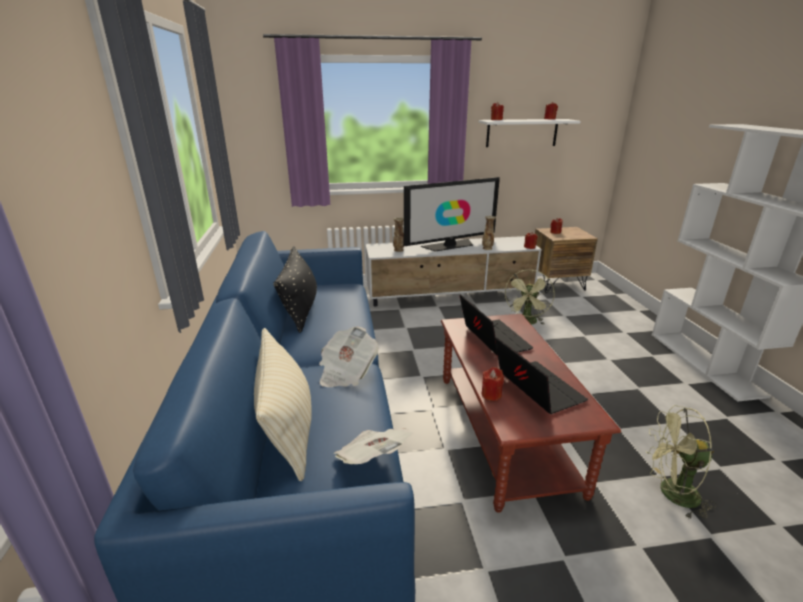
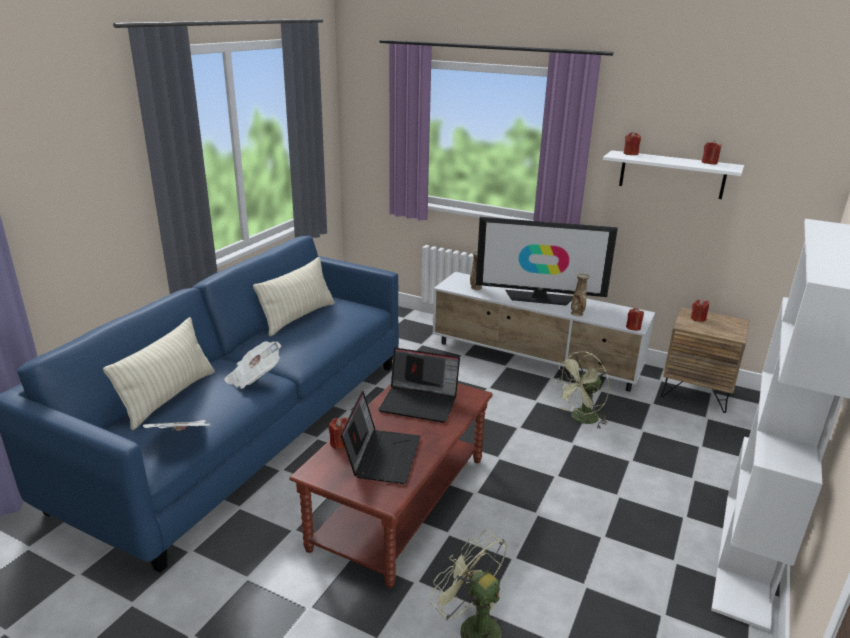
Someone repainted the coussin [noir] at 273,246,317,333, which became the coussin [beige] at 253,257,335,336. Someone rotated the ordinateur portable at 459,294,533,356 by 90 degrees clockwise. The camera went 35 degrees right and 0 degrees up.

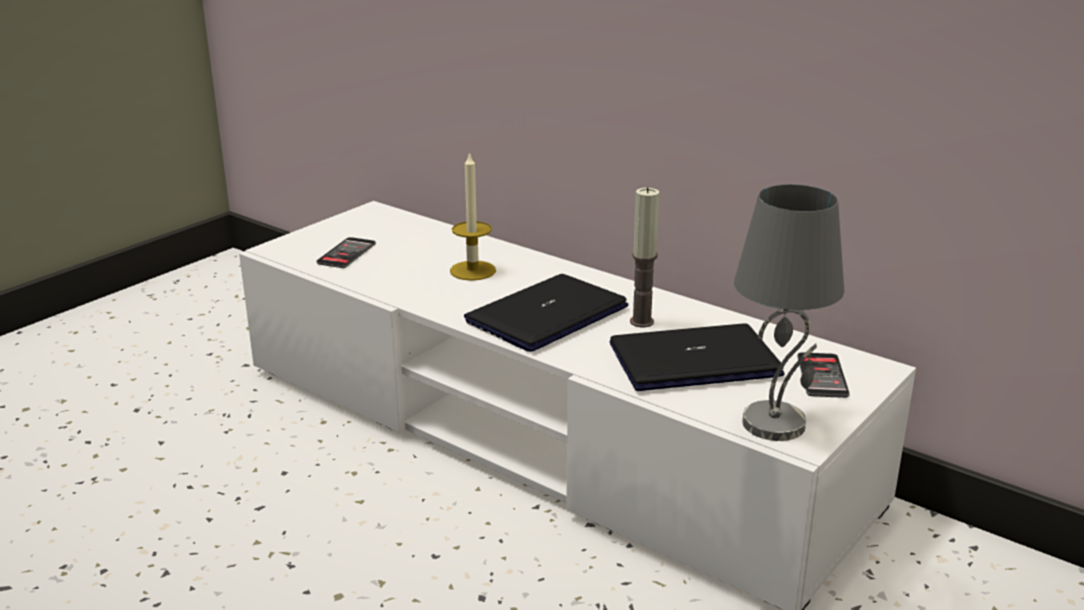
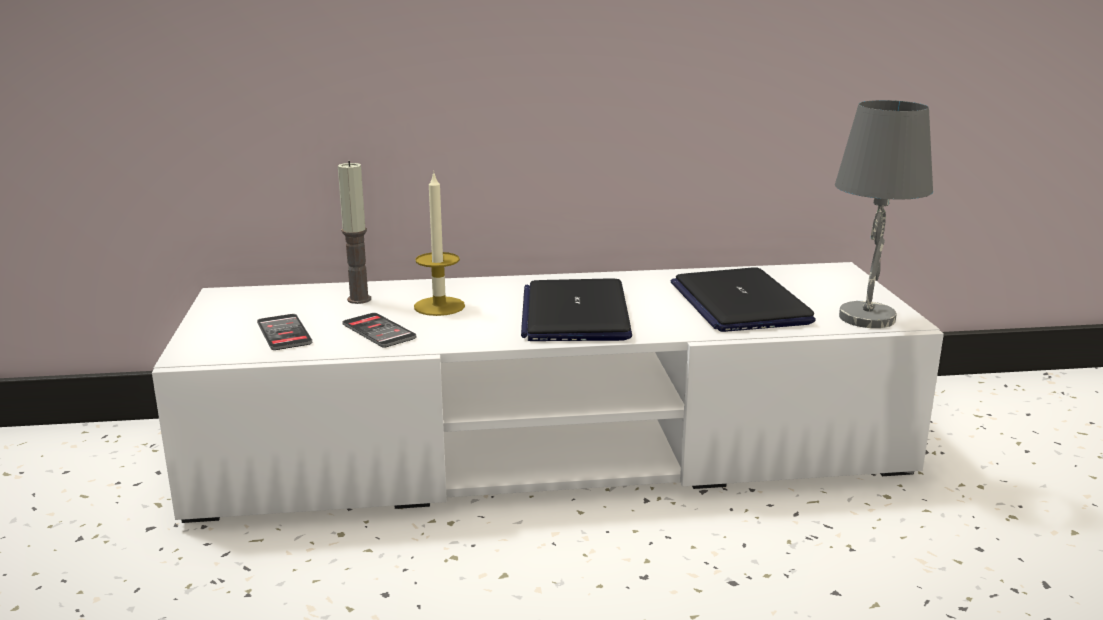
Someone carried the bougie from 630,187,659,327 to 338,161,371,304. Someone rotated the ordinateur portable at 610,324,785,391 by 45 degrees counterclockwise. Someone carried the téléphone from 797,352,850,398 to 342,313,416,348. The camera went 45 degrees left and 5 degrees down.

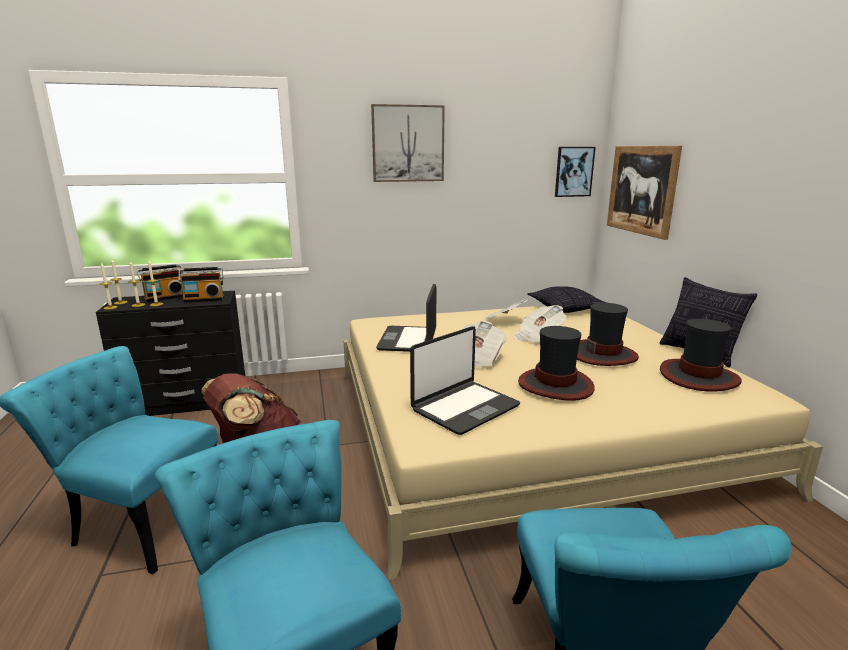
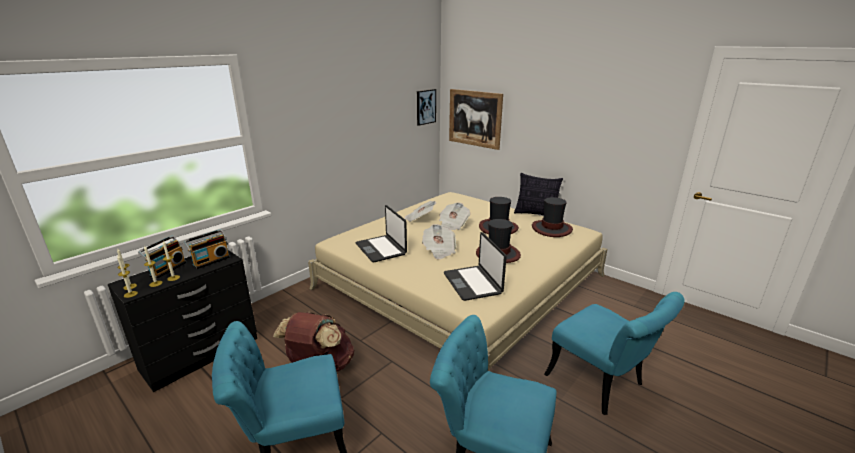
Someone took away the tableau at 371,104,445,182. Someone took away the coussin at 527,286,607,313. Someone rotated the ordinateur portable at 410,326,520,435 by 150 degrees clockwise. The camera went 35 degrees left and 5 degrees up.

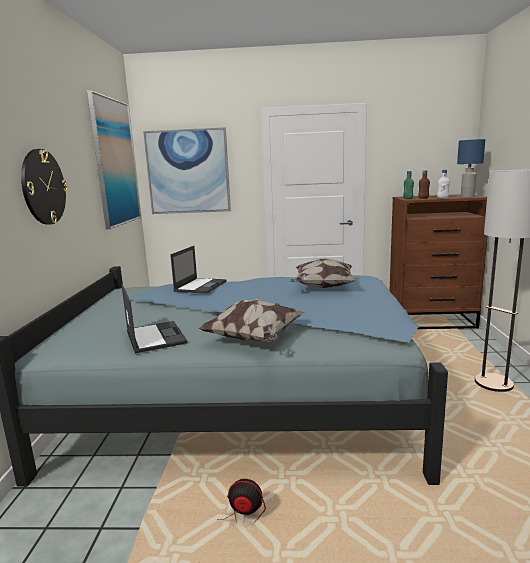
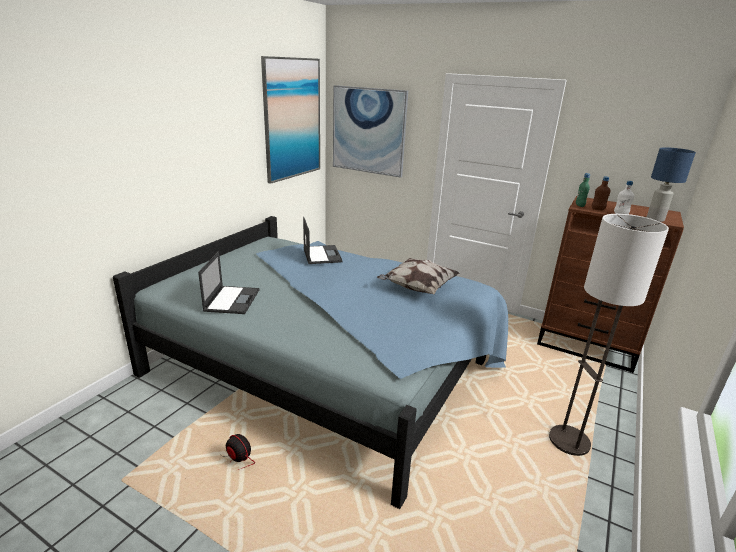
Someone took away the horloge murale at 21,149,68,225. Someone rotated the ordinateur portable at 170,246,227,294 by 60 degrees counterclockwise. Someone took away the coussin at 198,299,305,342. The camera went 25 degrees right and 10 degrees up.

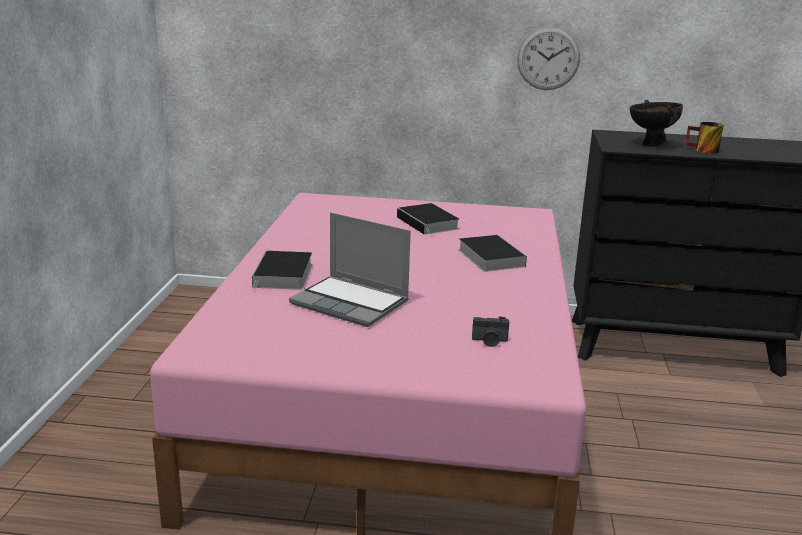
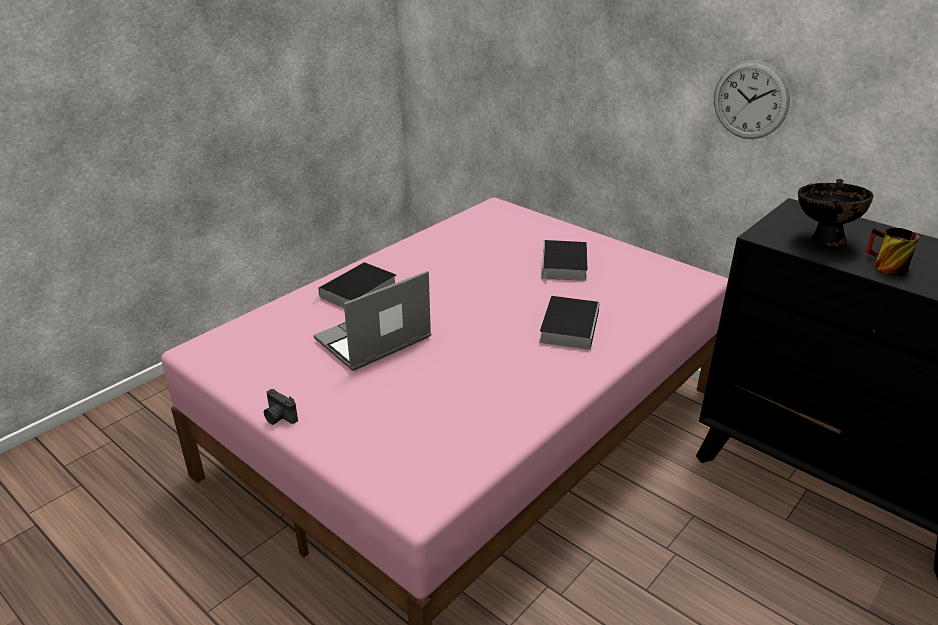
Someone rotated the ordinateur portable at 289,212,411,327 by 75 degrees clockwise. Someone carried the appareil photo from 472,316,509,347 to 264,389,298,425. The camera went 35 degrees right and 10 degrees up.

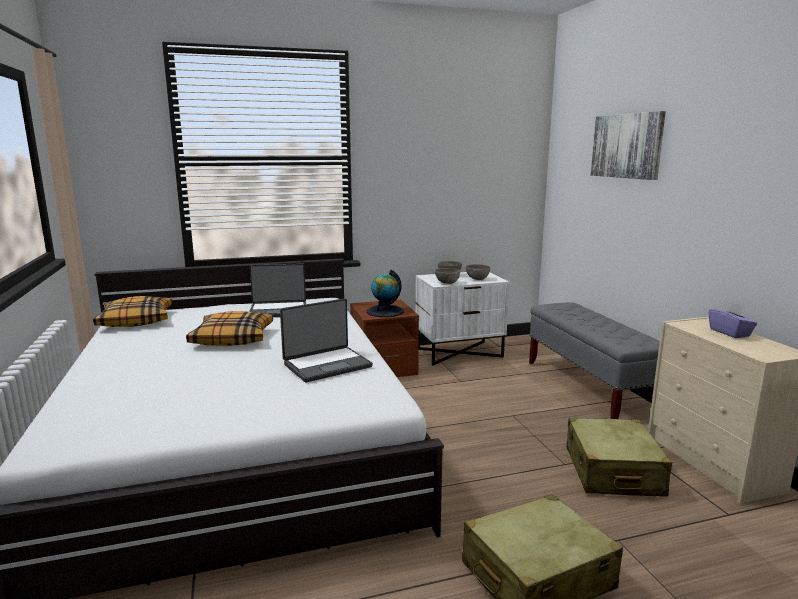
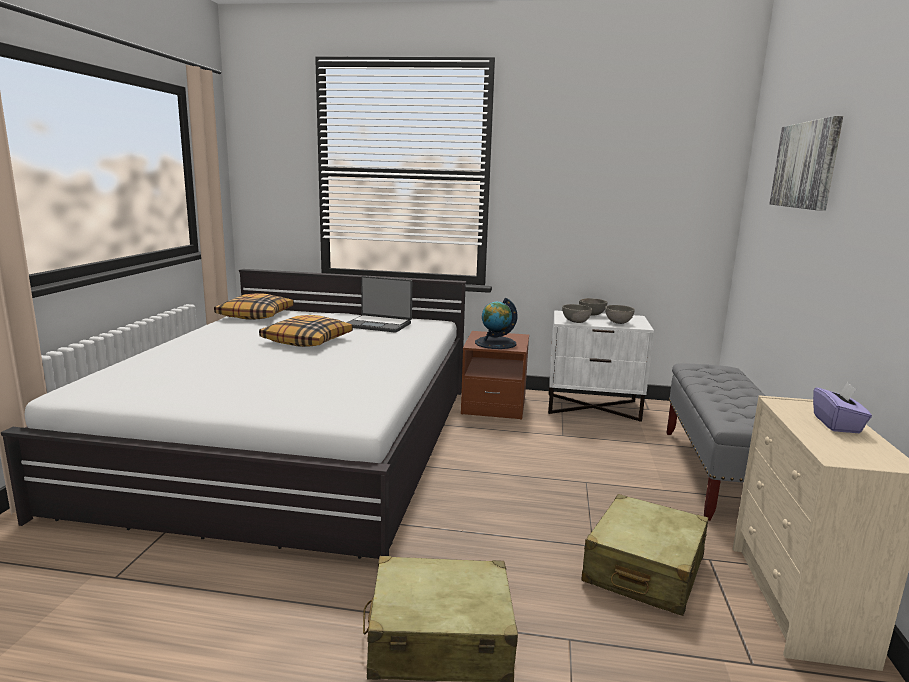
Someone took away the ordinateur portable at 280,298,373,382. The camera went 25 degrees right and 0 degrees up.

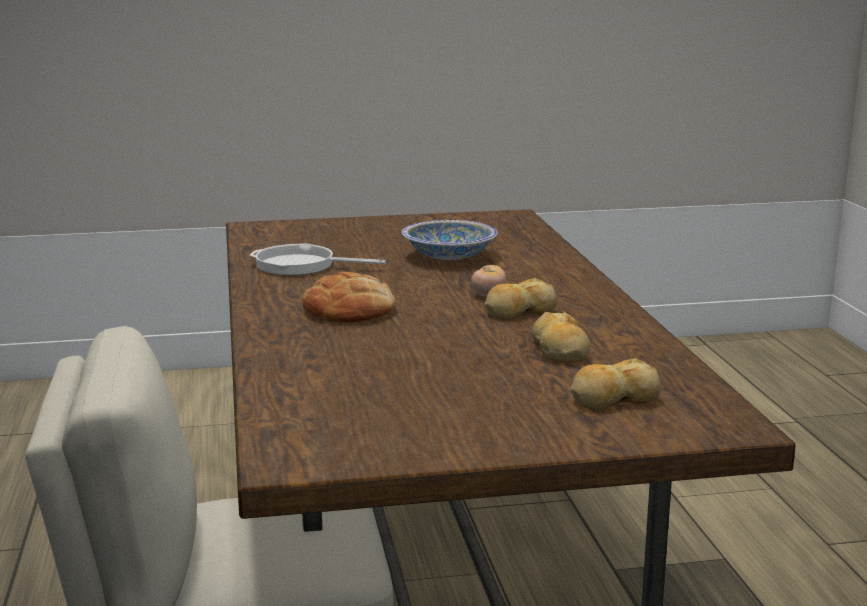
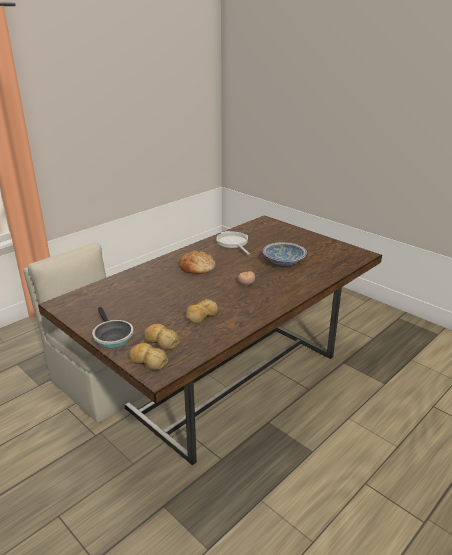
Someone carried the pain from 485,278,557,319 to 129,343,168,370. Someone put down the poêle at 92,307,134,348. The camera went 55 degrees right and 10 degrees up.

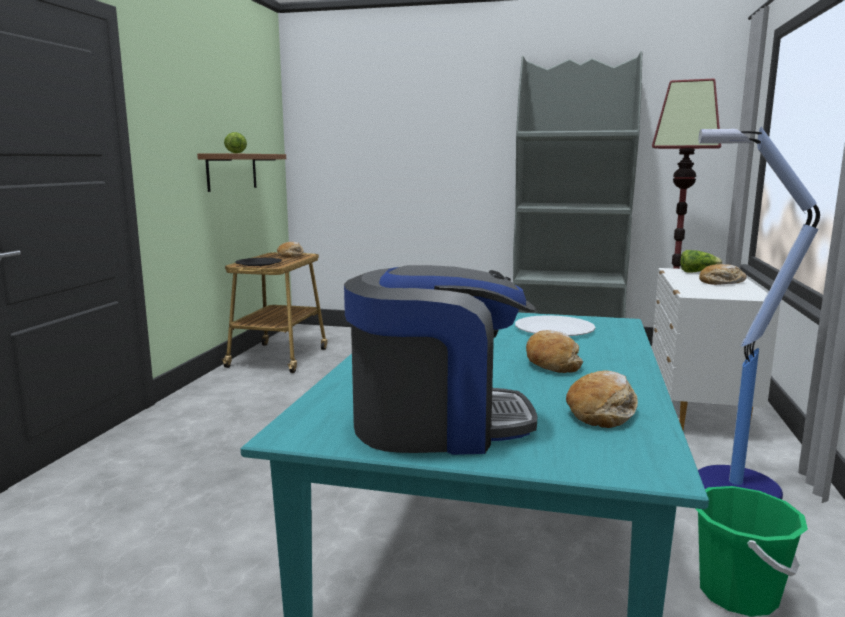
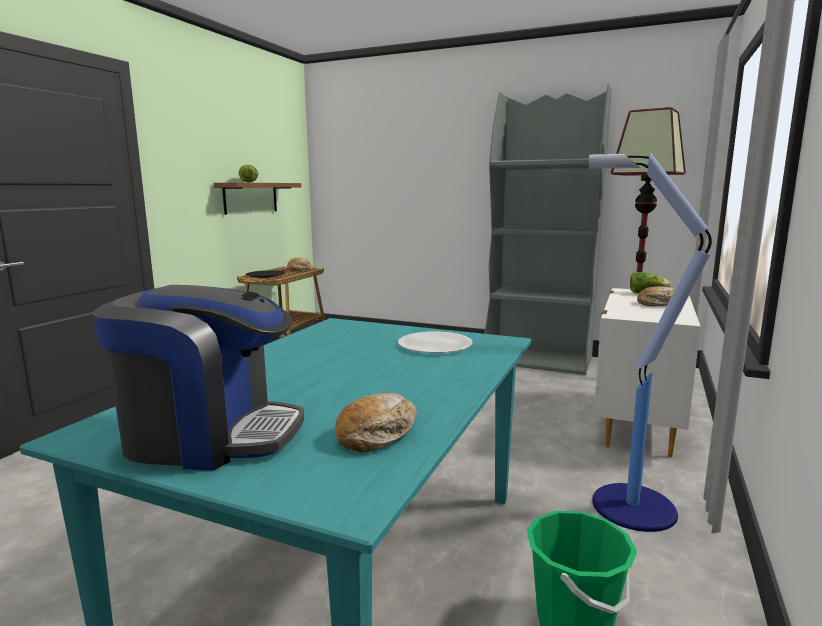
Someone took away the pain at 526,330,583,373. The camera went 10 degrees right and 0 degrees up.

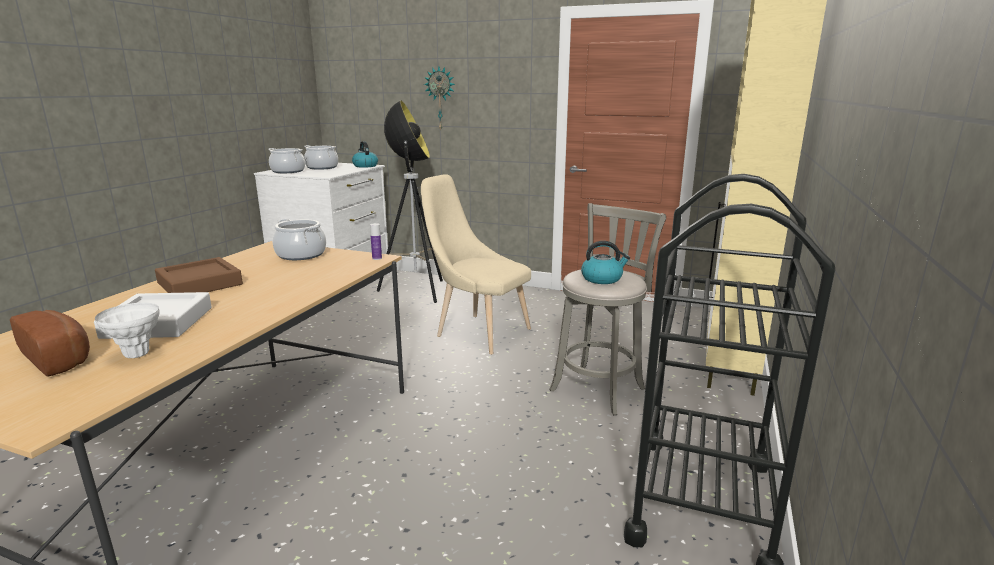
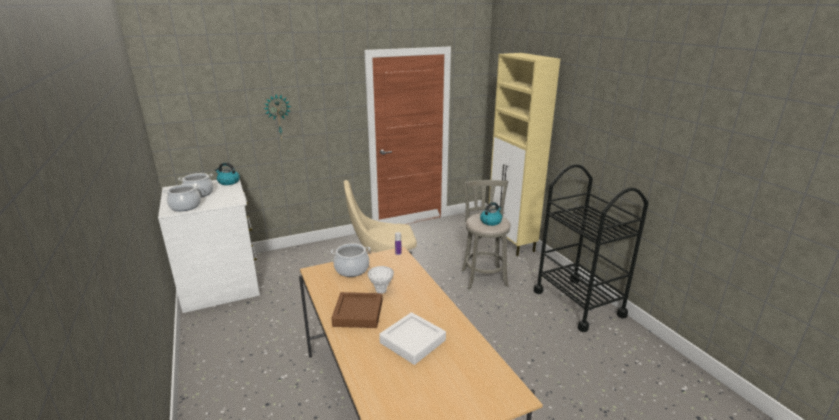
Someone took away the lampadaire at 377,100,443,303. Someone carried the vase [blanc] from 95,303,160,358 to 368,266,394,294. Someone took away the pain at 10,310,90,377. The camera went 45 degrees left and 5 degrees up.

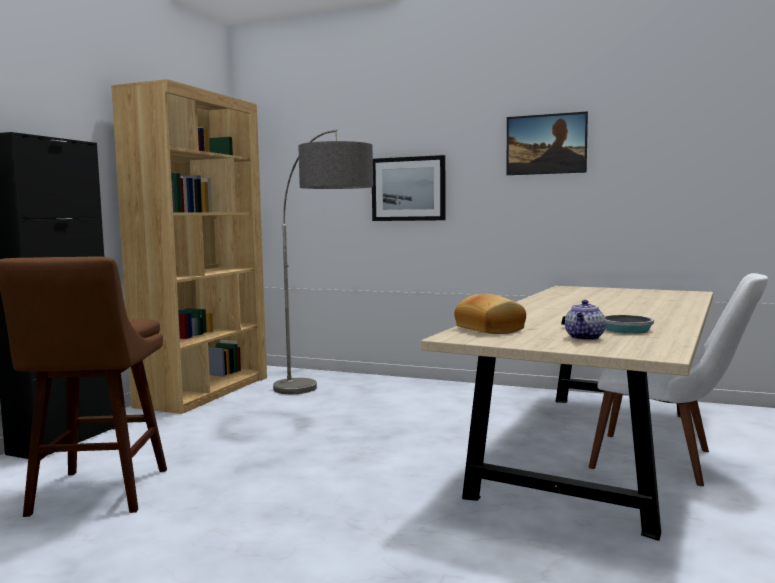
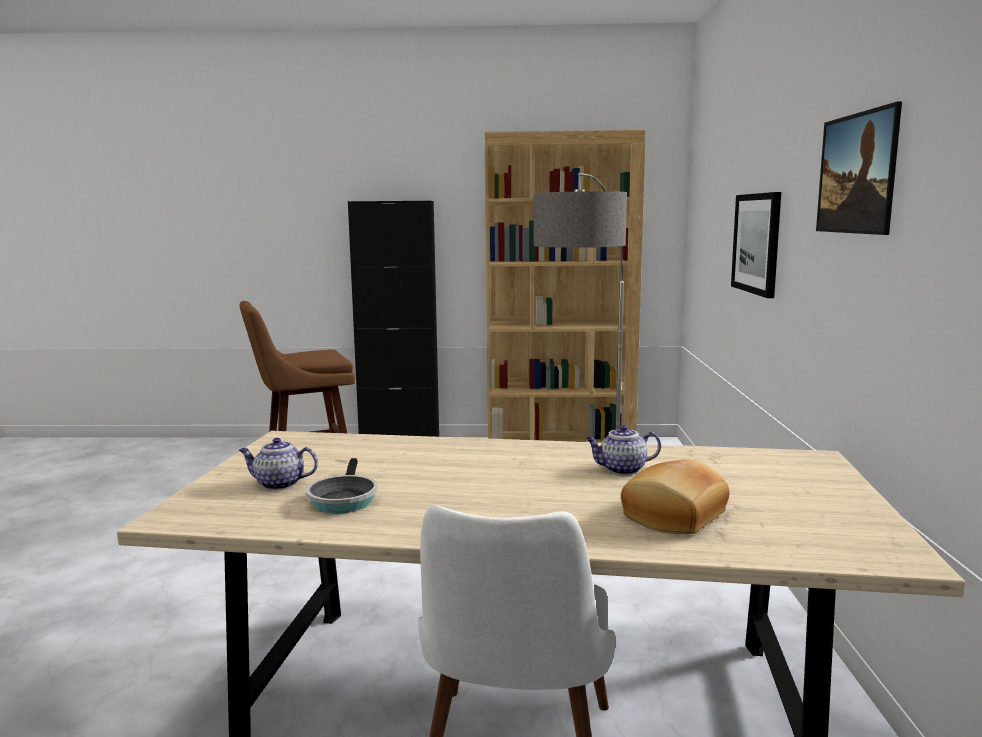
Someone carried the pain from 454,294,526,334 to 621,459,730,534. Someone put down the théière at 586,425,661,475. The camera went 70 degrees right and 5 degrees up.

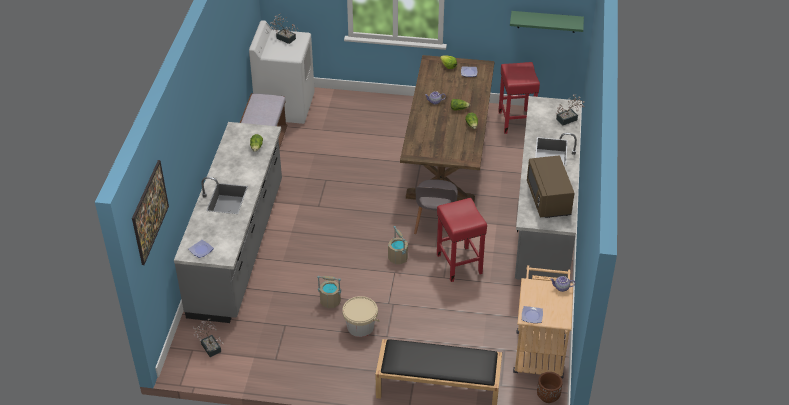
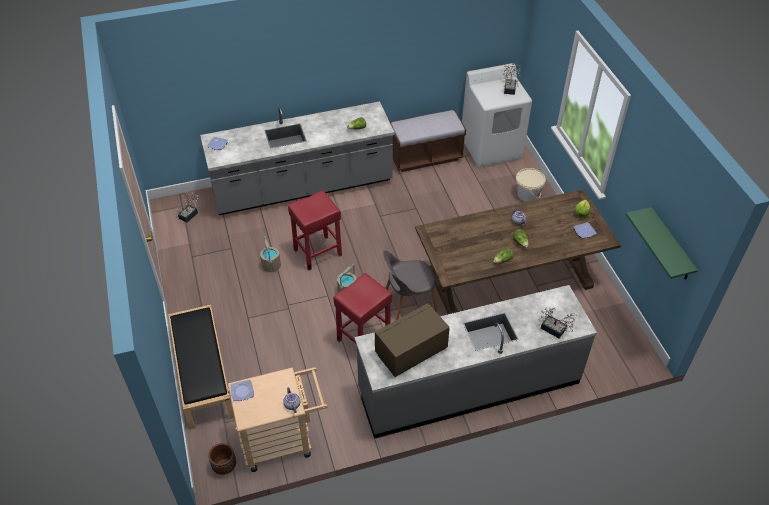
Someone carried the tabouret [rouge] from 498,62,540,134 to 288,190,342,270. Someone took away the tableau at 132,160,169,265. Someone carried the seau [beige] from 342,296,380,337 to 515,168,546,202. The camera went 65 degrees right and 5 degrees up.

